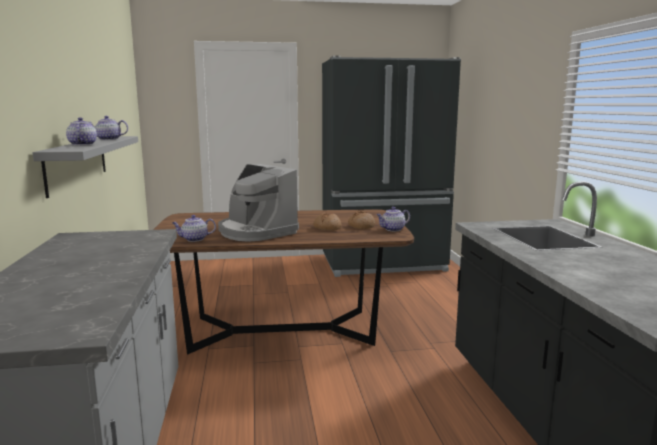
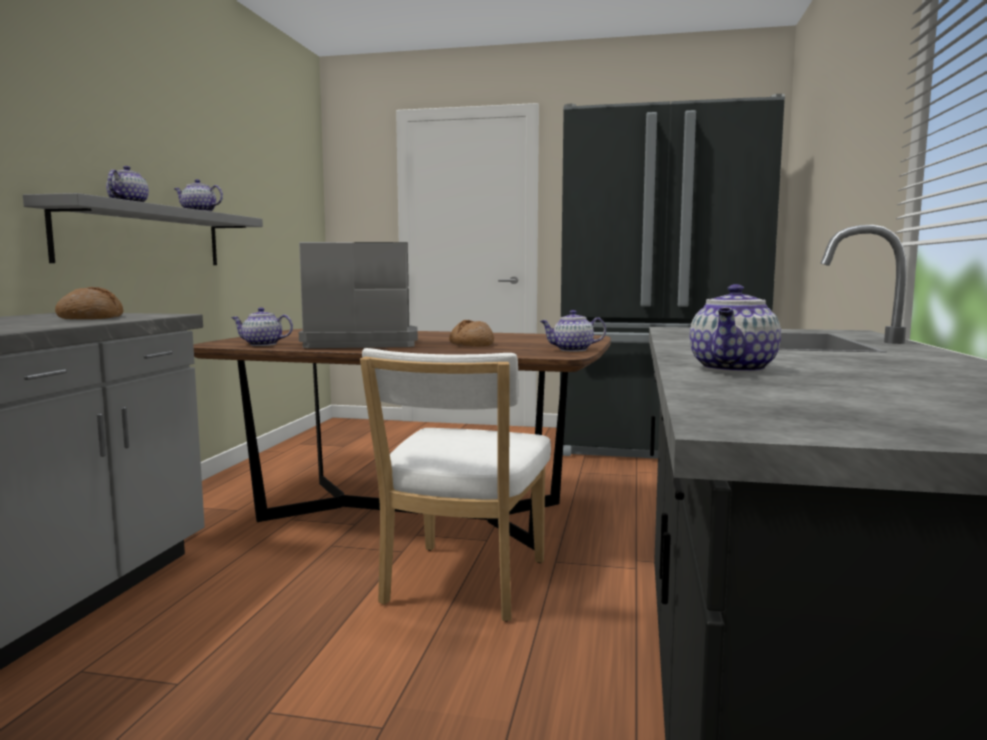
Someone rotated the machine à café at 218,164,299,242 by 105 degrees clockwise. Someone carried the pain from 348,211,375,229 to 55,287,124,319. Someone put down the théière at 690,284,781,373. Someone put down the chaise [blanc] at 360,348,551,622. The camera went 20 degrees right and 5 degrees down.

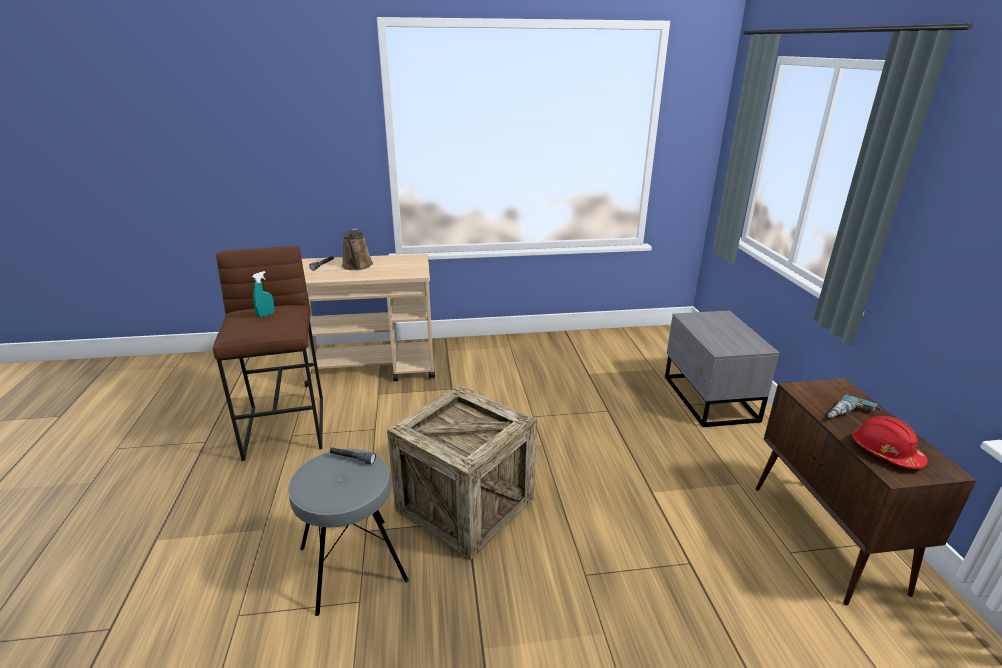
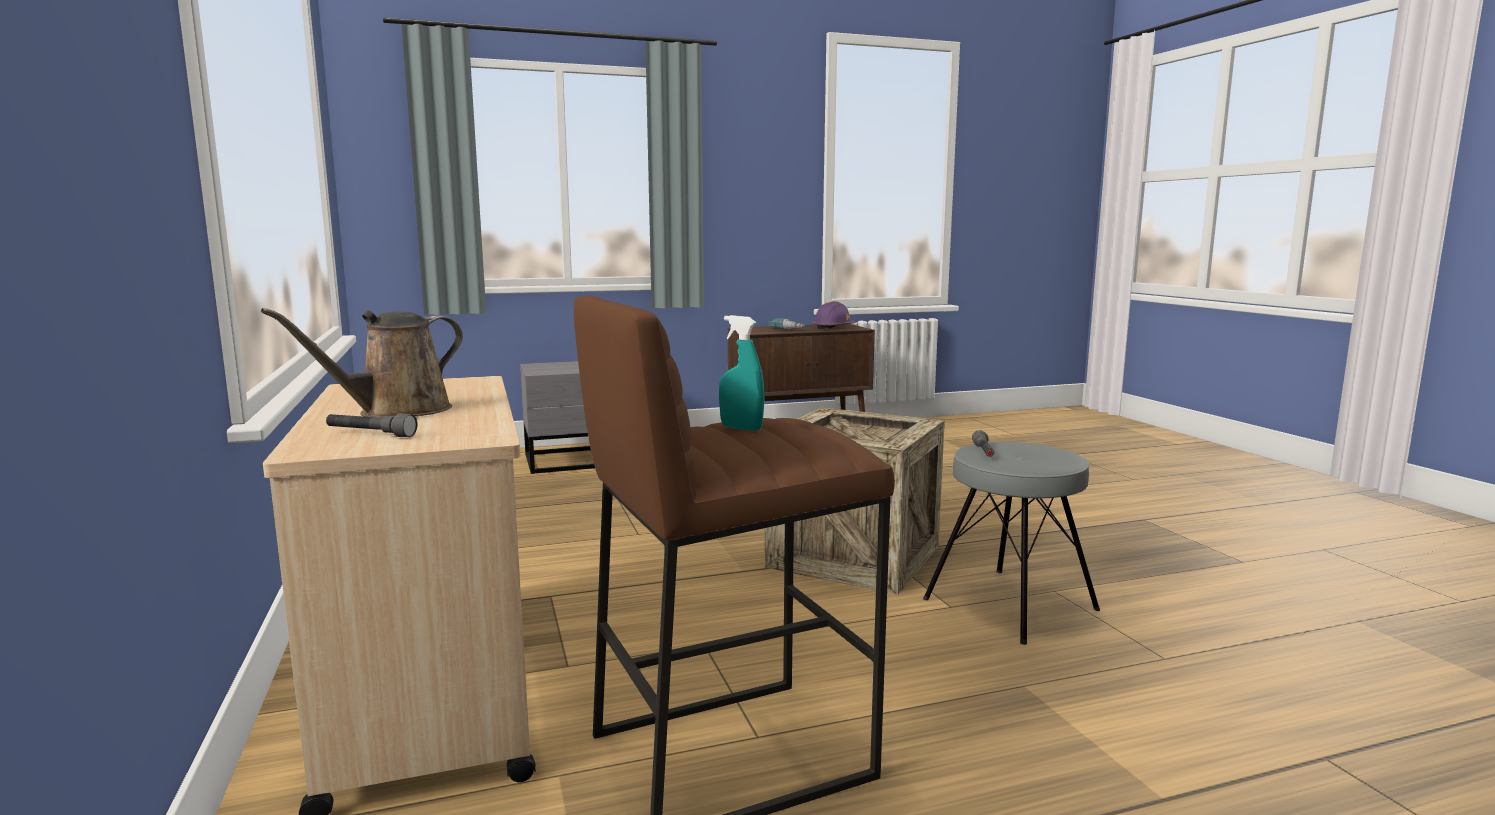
Someone rotated the arrosoir [marron] at 342,228,373,270 by 150 degrees clockwise. Someone repainted the casque de chantier [rouge] at 852,416,927,469, which became the casque de chantier [violet] at 813,301,856,330. The camera went 100 degrees left and 15 degrees down.

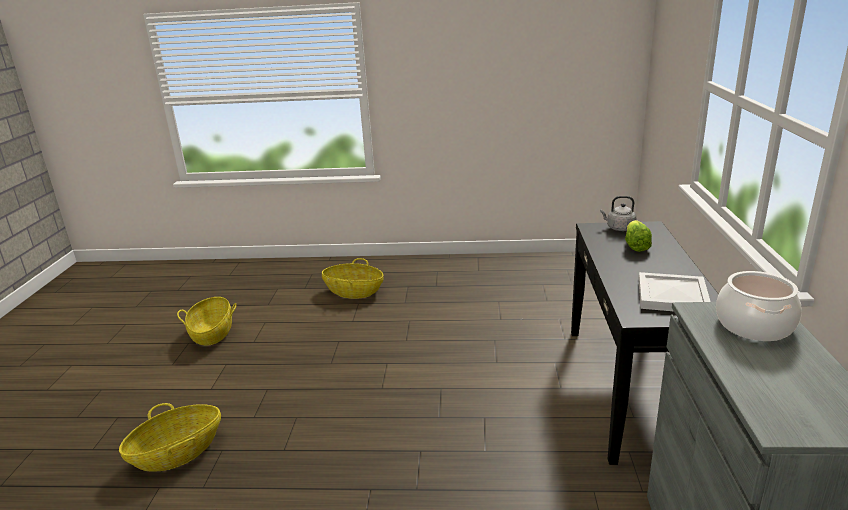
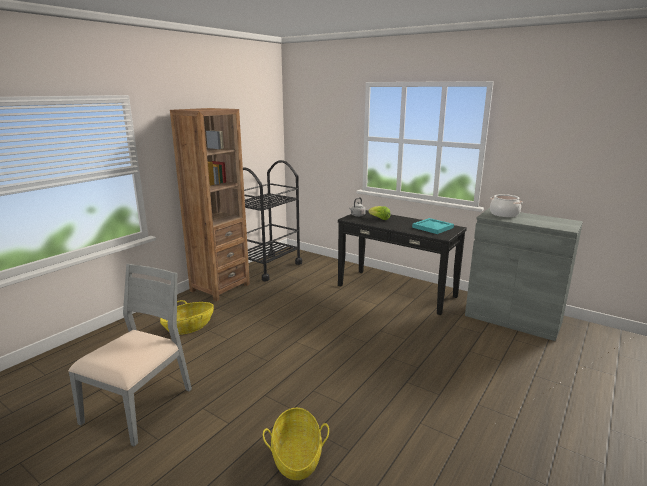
Someone repainted the plateau [blanc] at 638,272,711,311, which became the plateau [turquoise] at 412,218,454,234. Someone swapped the panier at 177,297,237,346 for the chaise [gris] at 68,264,192,447. Someone put down the bibliothèque [marron] at 170,108,250,301. Someone put down the chariot [noir] at 243,160,302,282. The camera went 60 degrees left and 5 degrees down.

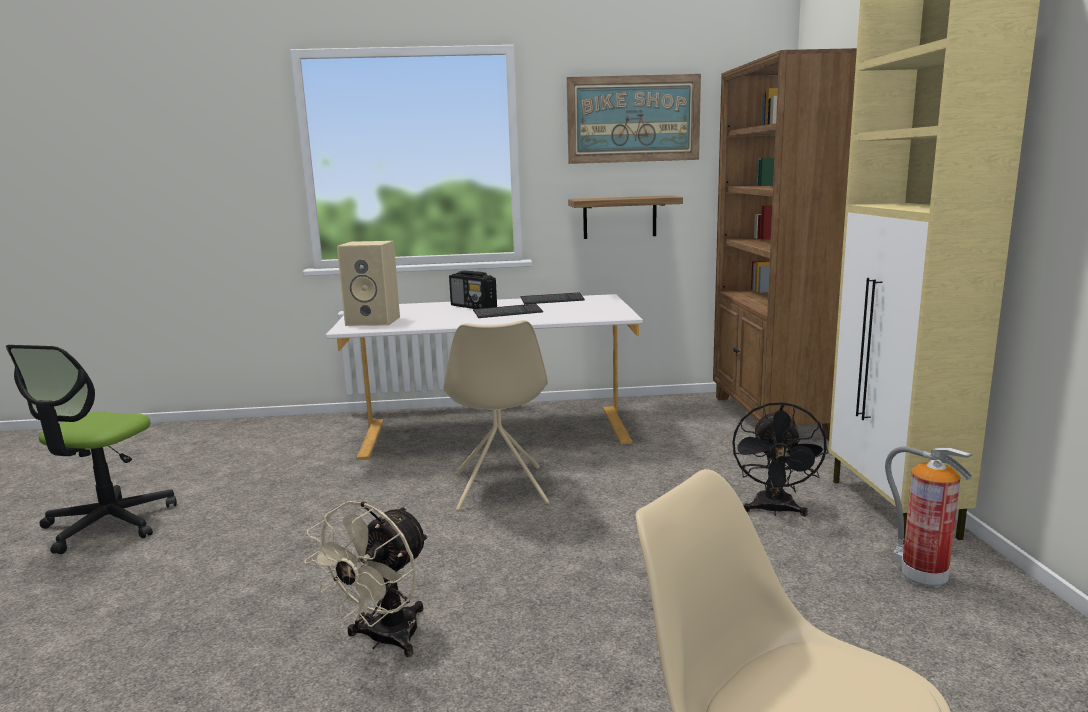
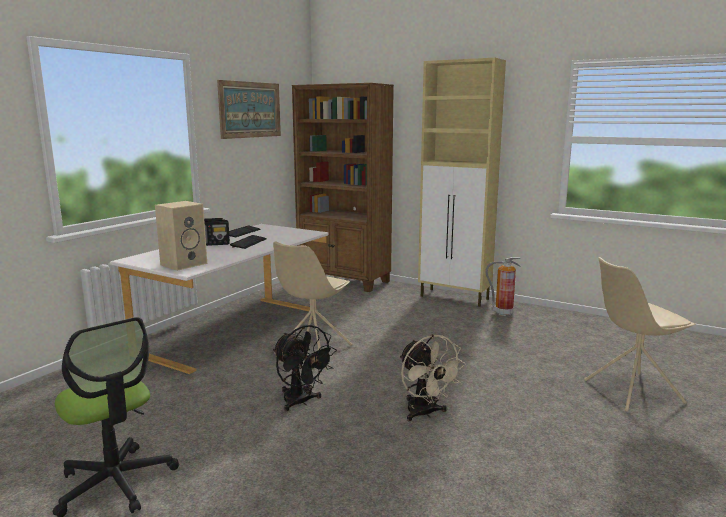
Someone took away the étagère at 568,195,683,239. Someone rotated the chaise [beige] at 443,320,550,511 by 90 degrees clockwise. Someone carried the ventilateur [noir] from 732,402,829,516 to 273,325,337,411. The camera went 55 degrees left and 0 degrees up.

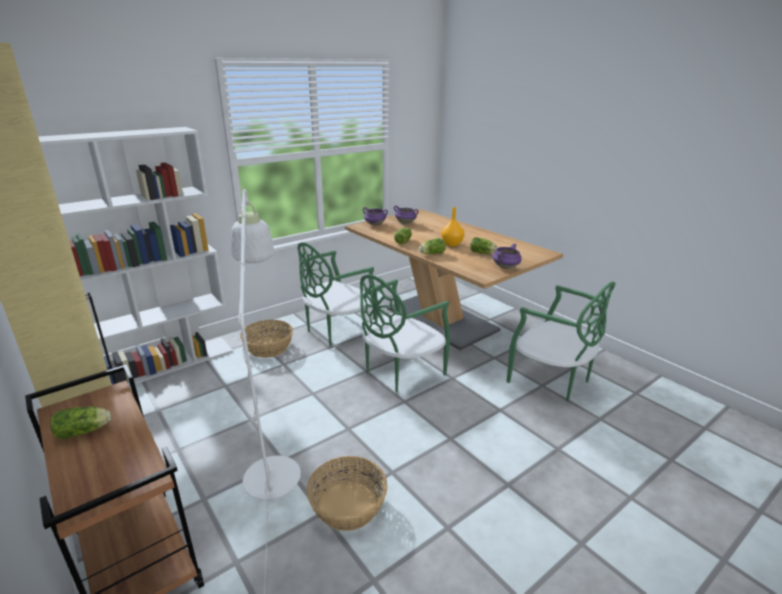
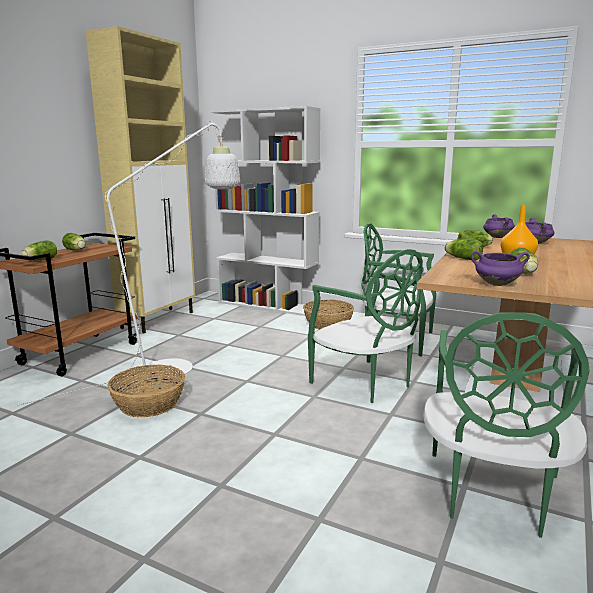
Someone rotated the chaise [vert] at 360,274,450,392 by 150 degrees counterclockwise. Someone put down the laitue at 21,240,57,261. The camera went 65 degrees right and 10 degrees down.

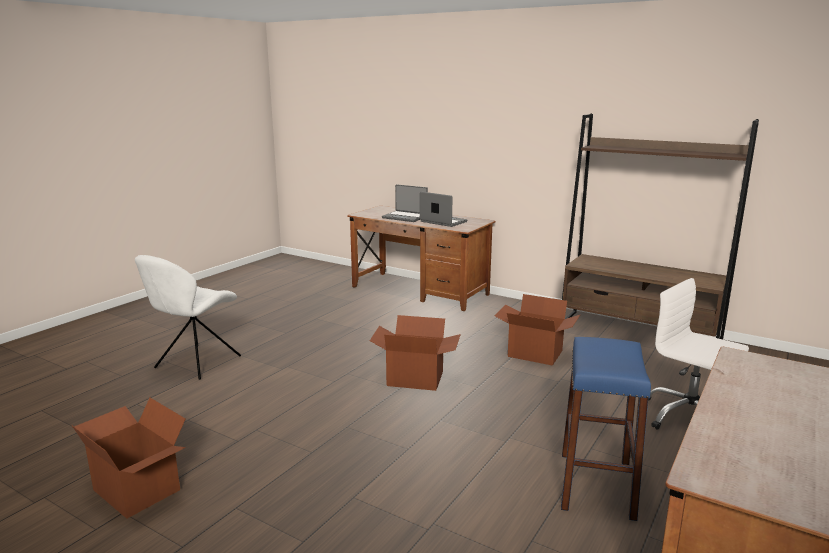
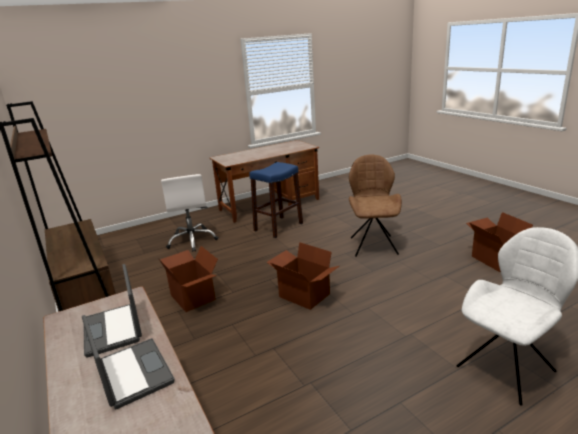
Someone put down the chaise [marron] at 349,154,402,257. The camera went 150 degrees left and 5 degrees up.

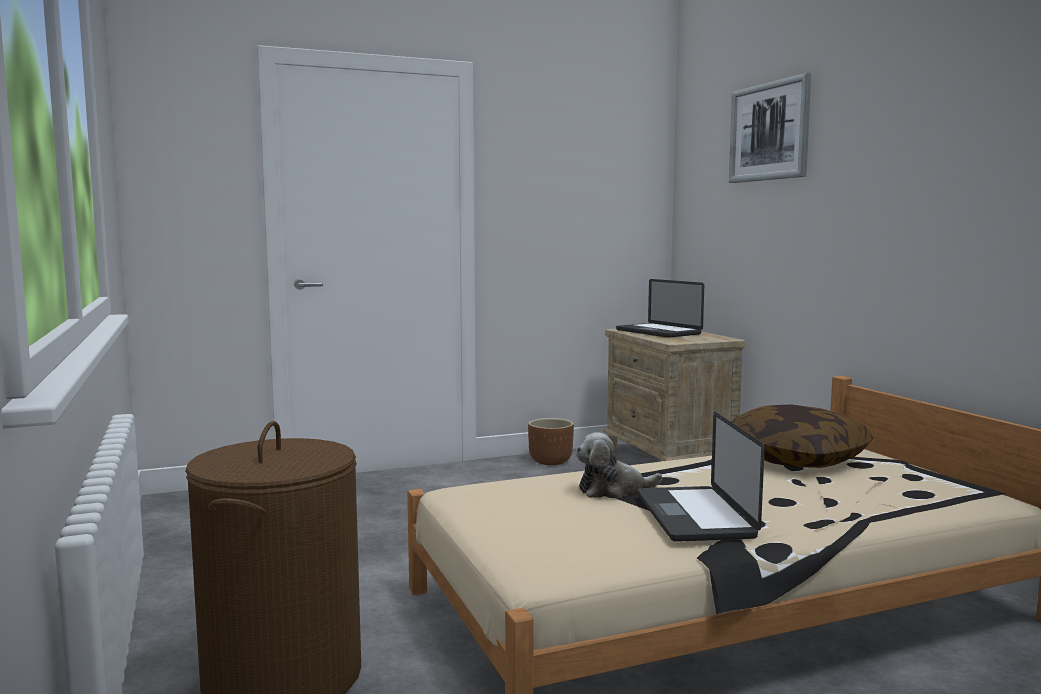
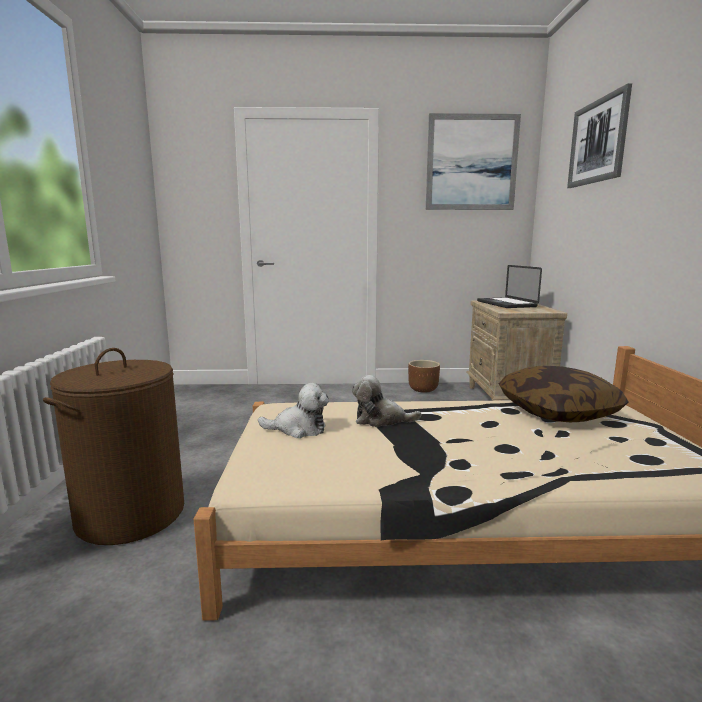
Someone took away the ordinateur portable at 637,412,765,542. Someone put up the tableau at 426,113,521,210. Someone put down the peluche at 258,383,329,438. The camera went 20 degrees right and 5 degrees up.

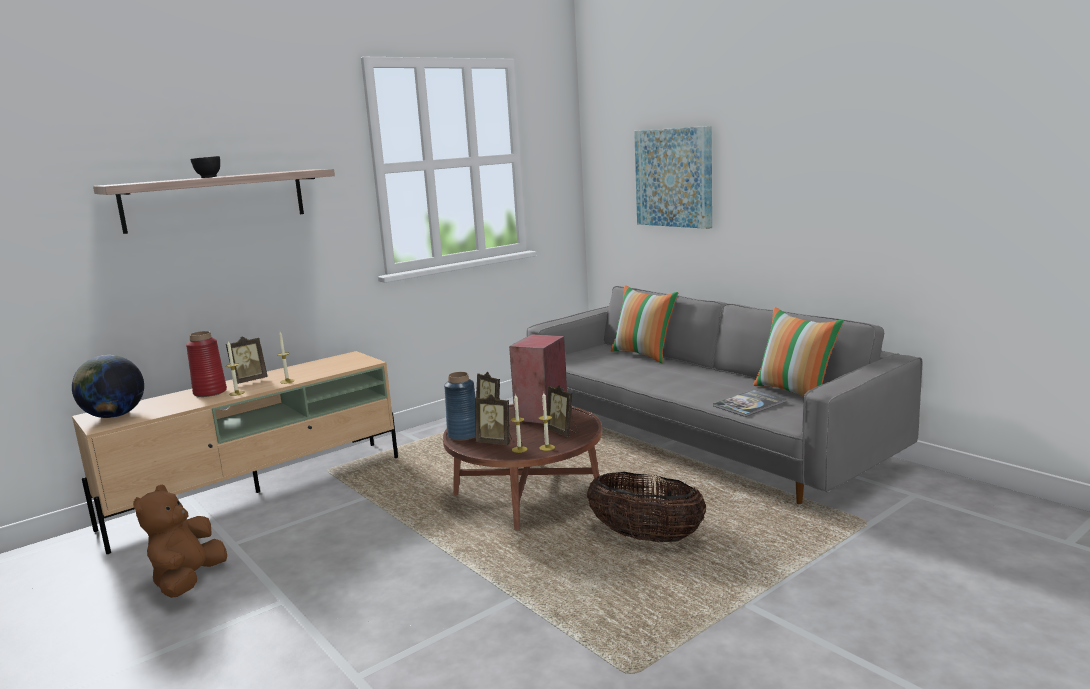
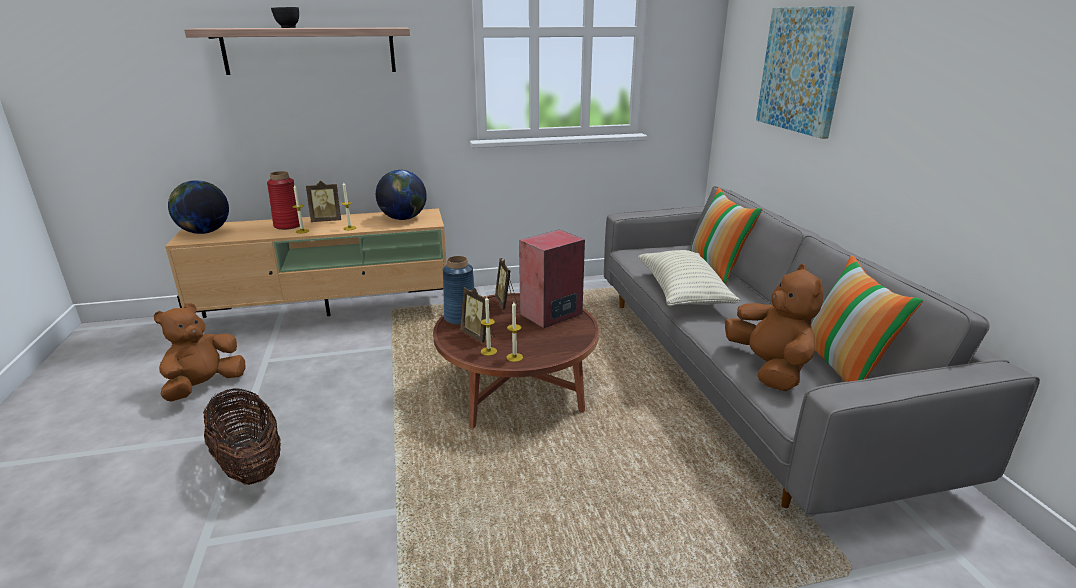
Someone took away the cadre photo at 547,385,578,437. Someone swapped the livre at 713,389,786,417 for the peluche [marron] at 725,264,824,391. Someone carried the panier from 587,472,706,542 to 203,388,281,485. Someone put down the globe at 376,170,427,220. Someone put down the coussin at 638,250,740,306. The camera went 25 degrees right and 10 degrees up.

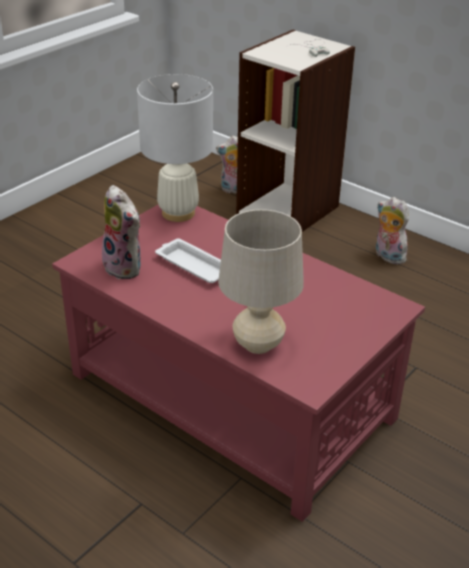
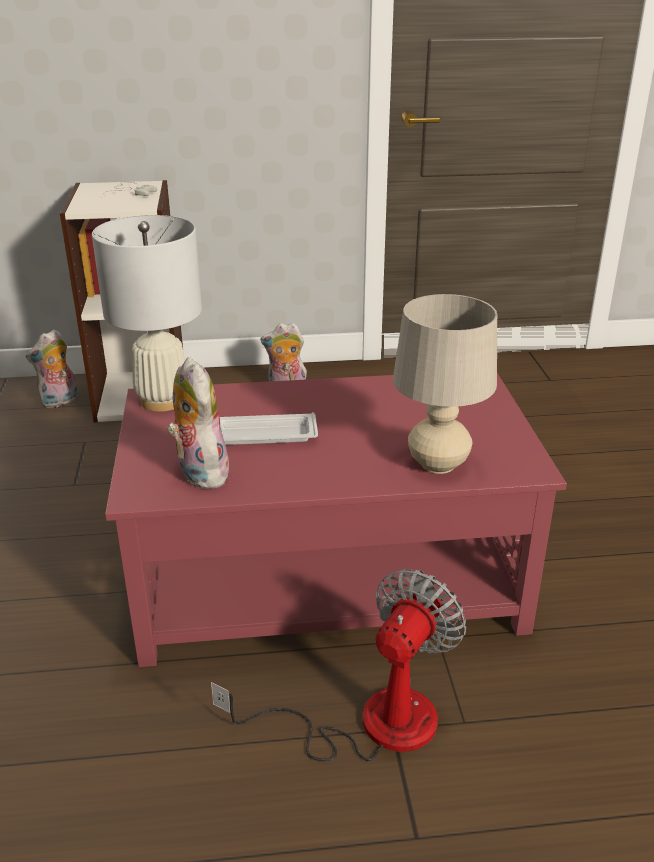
Someone rotated the peluche at 100,185,140,280 by 120 degrees counterclockwise. Someone put down the ventilateur at 211,569,466,761. The camera went 45 degrees left and 5 degrees down.

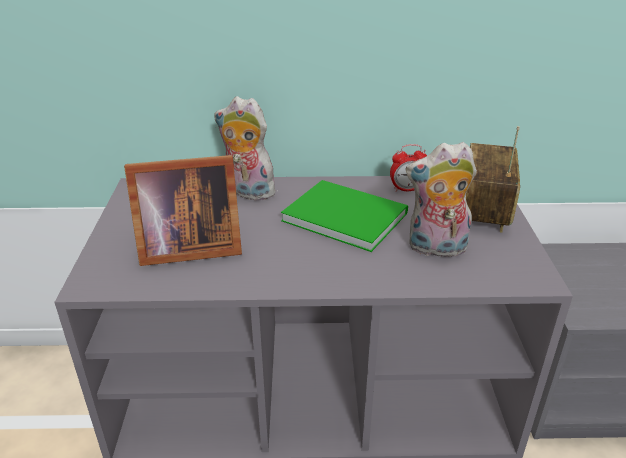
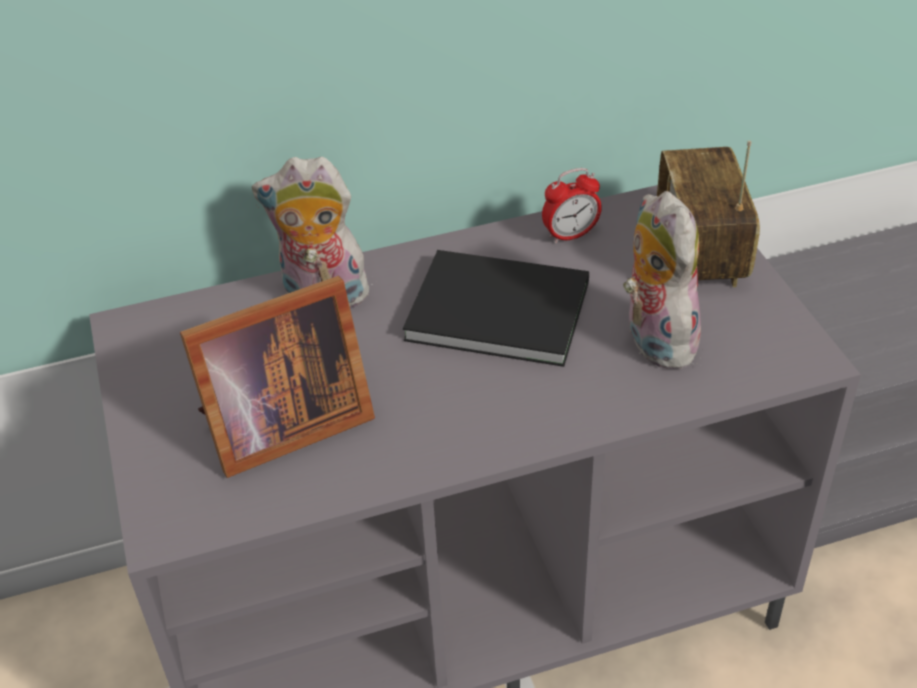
Someone rotated the peluche at 406,142,477,259 by 90 degrees clockwise. Someone repainted the livre [vert] at 281,180,408,252, which became the livre [noir] at 403,250,589,367. The camera went 15 degrees left and 10 degrees up.

